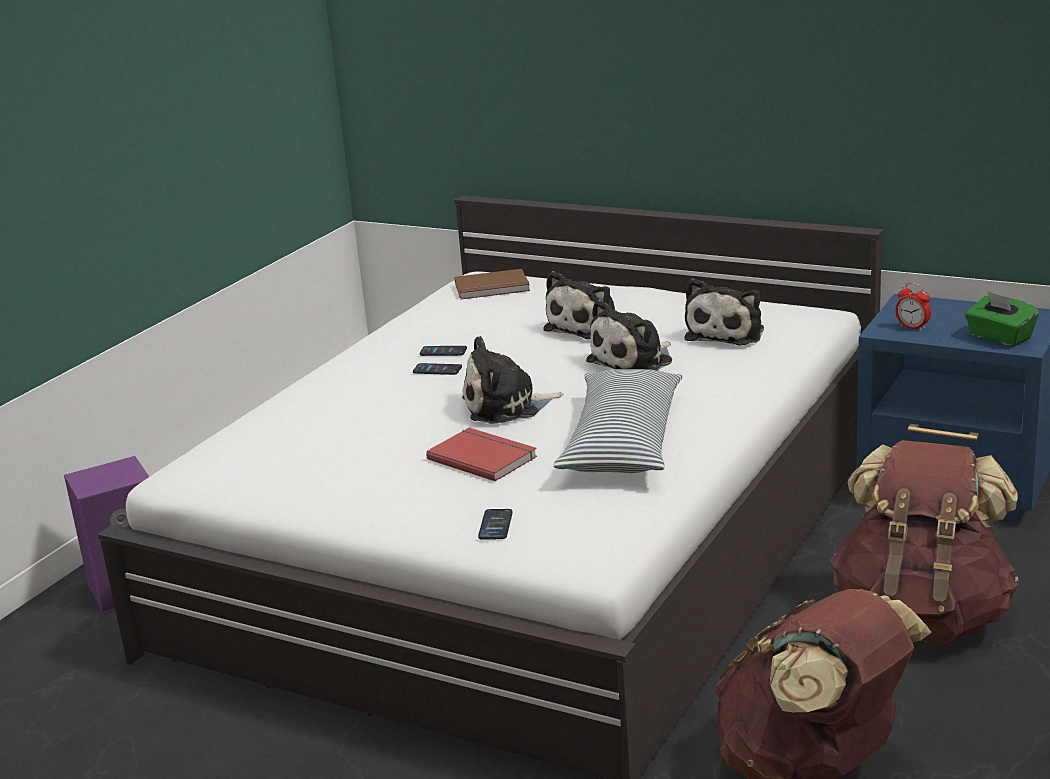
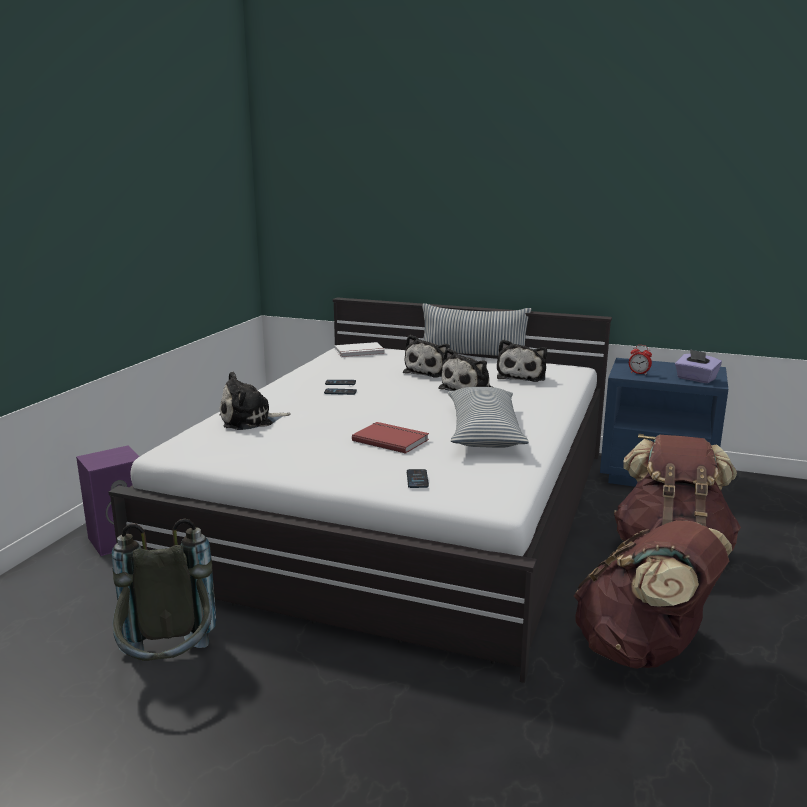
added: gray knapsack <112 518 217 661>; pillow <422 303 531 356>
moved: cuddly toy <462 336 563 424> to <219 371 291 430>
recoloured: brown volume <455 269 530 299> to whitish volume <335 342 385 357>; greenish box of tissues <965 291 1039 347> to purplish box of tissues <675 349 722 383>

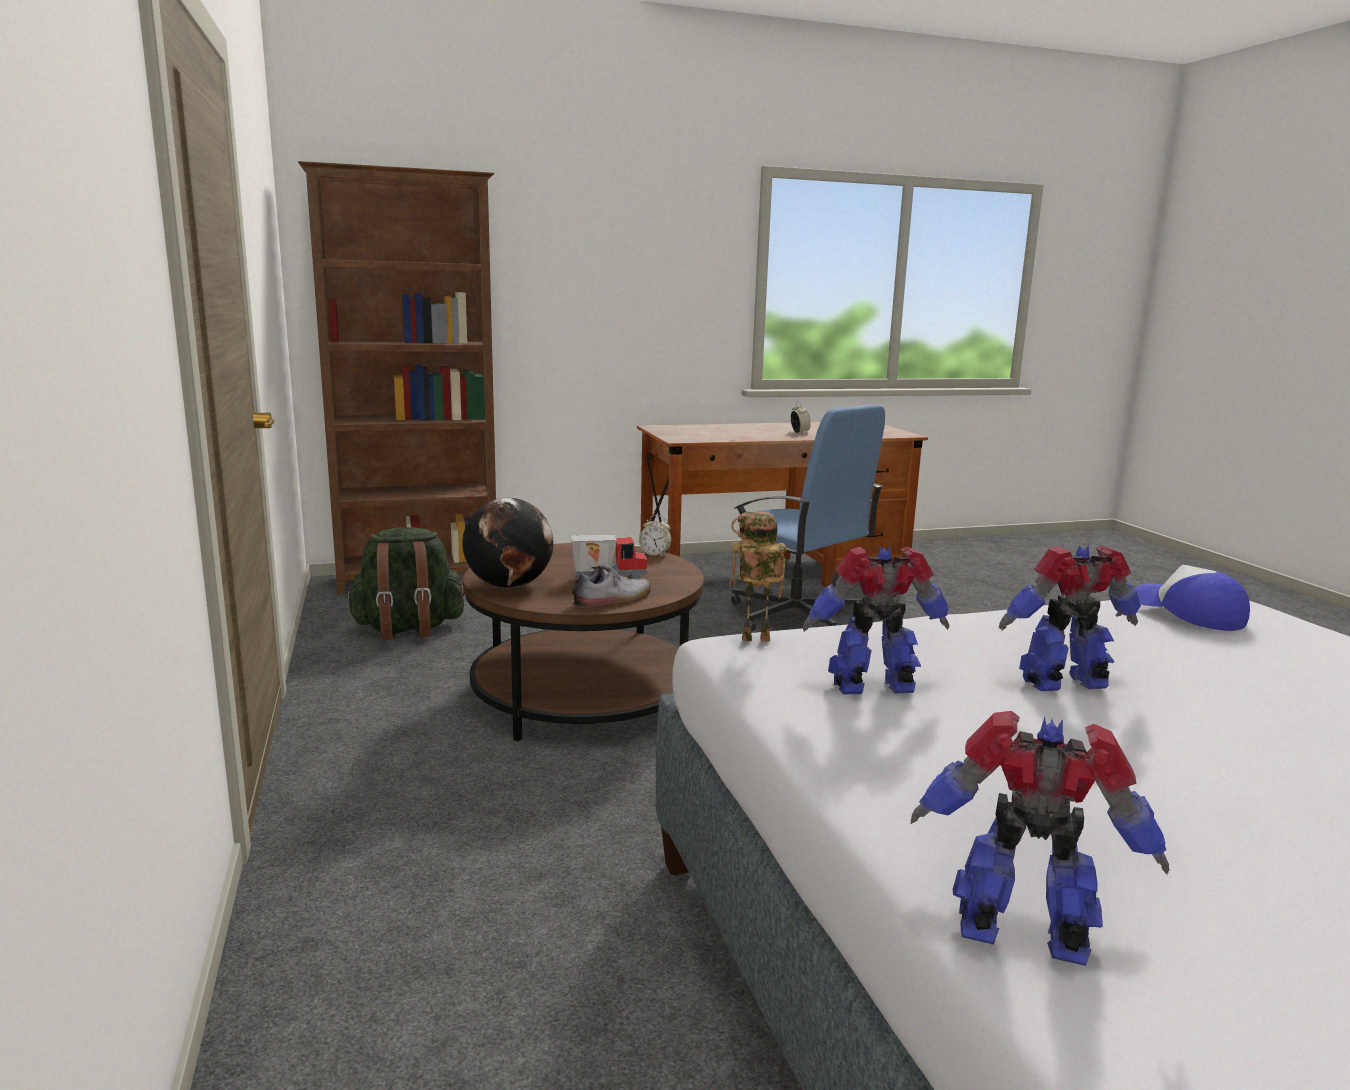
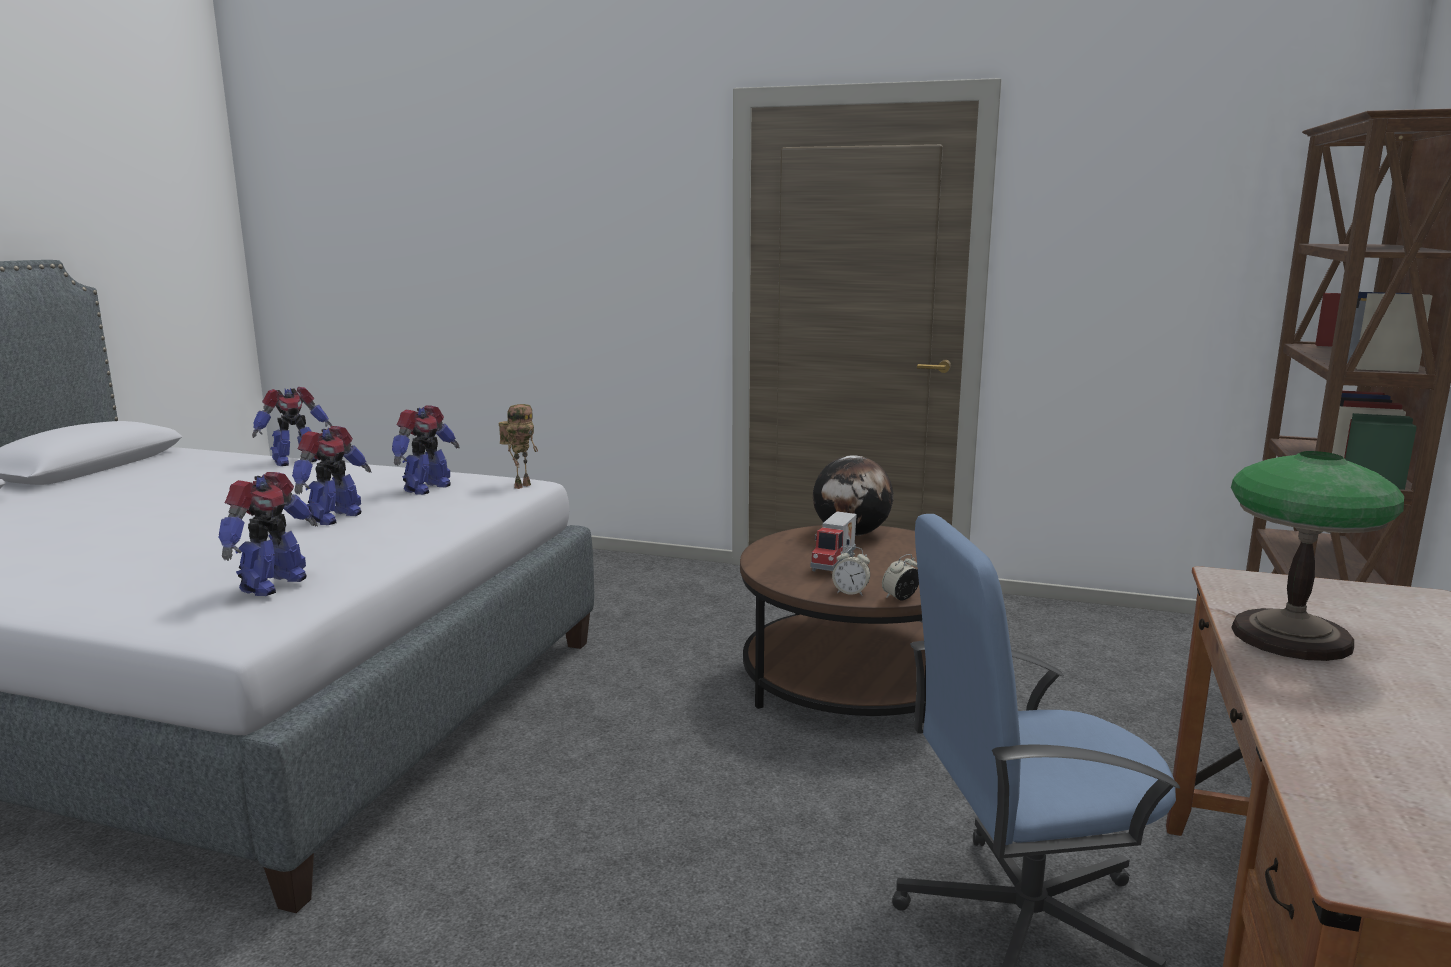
removed: greenish knapsack <345 527 464 640>; item of footwear <572 565 651 608>
added: lamp for a table <1231 451 1404 661>
moved: bedside clock <791 402 811 433> to <832 546 870 596>
replaced: peaked cap <1135 565 1250 631> to model robot <219 472 318 596>

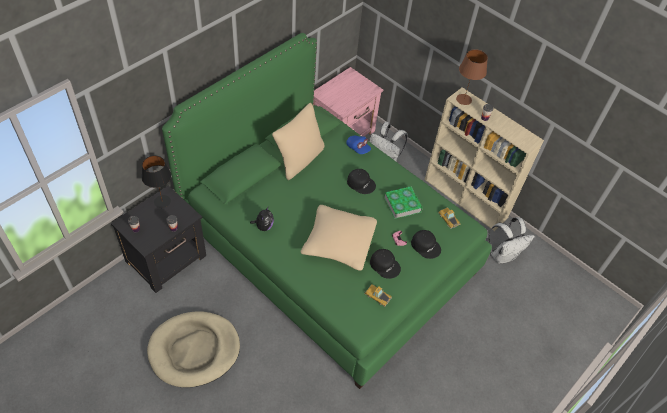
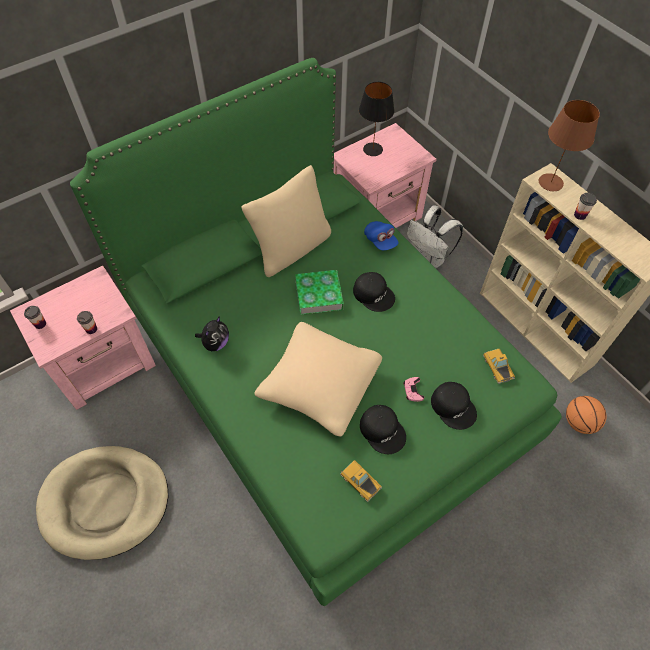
moved: black-coloured lamp for a table <142 156 171 208> to <359 82 394 156>; volume <384 186 423 219> to <295 270 344 315>
replaced: whitish knapsack <488 217 535 264> to basketball <566 396 606 434>
recoloured: black-coloured night table <111 186 206 293> to pink night table <10 266 156 410>

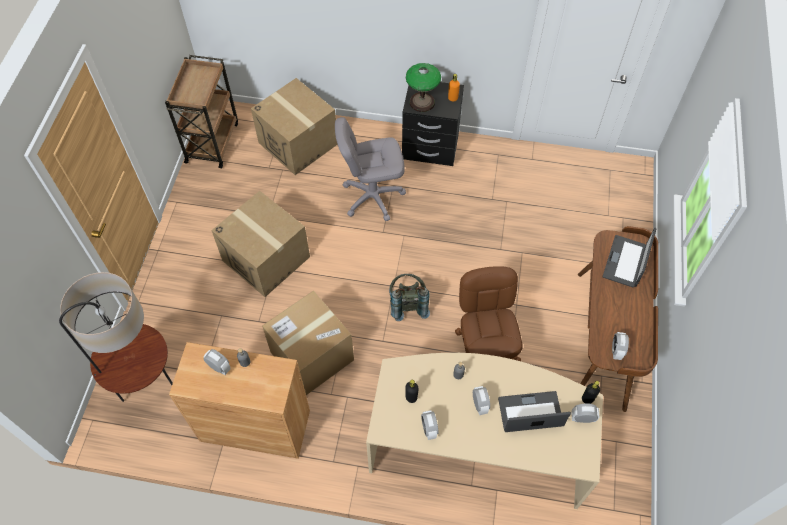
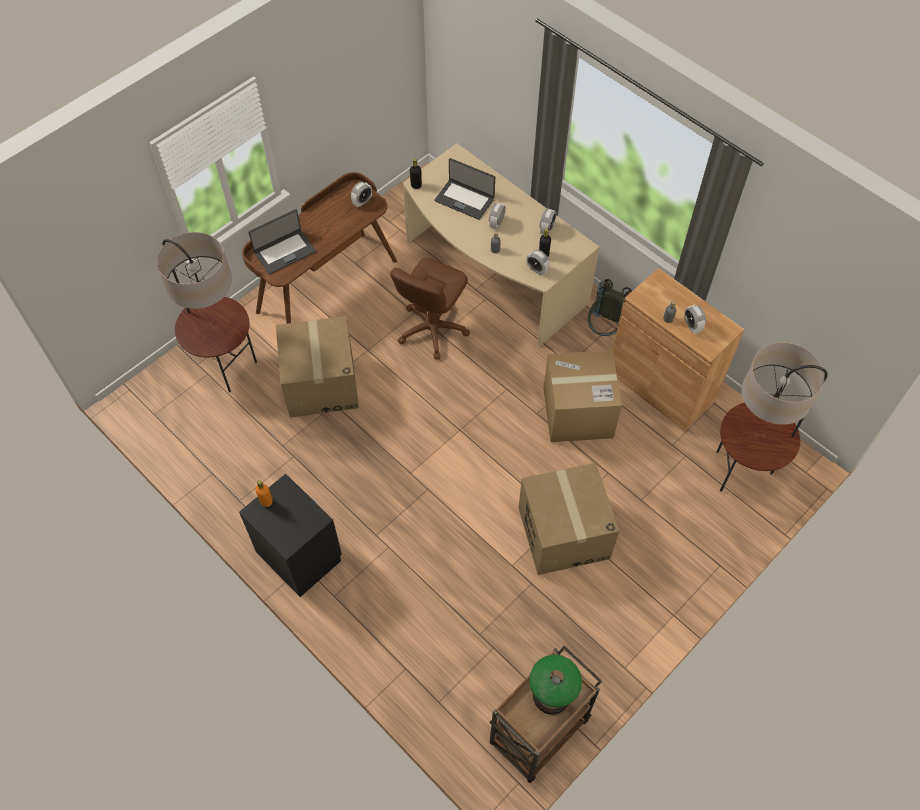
removed: gray computer chair <335 117 406 221>
added: floor lamp <157 232 257 392>
moved: carton <251 78 338 175> to <276 316 359 418>; gray knapsack <389 274 430 321> to <588 279 632 336>; lamp for a table <406 63 441 112> to <529 655 582 715>; bedside clock <571 403 600 423> to <526 250 550 275>

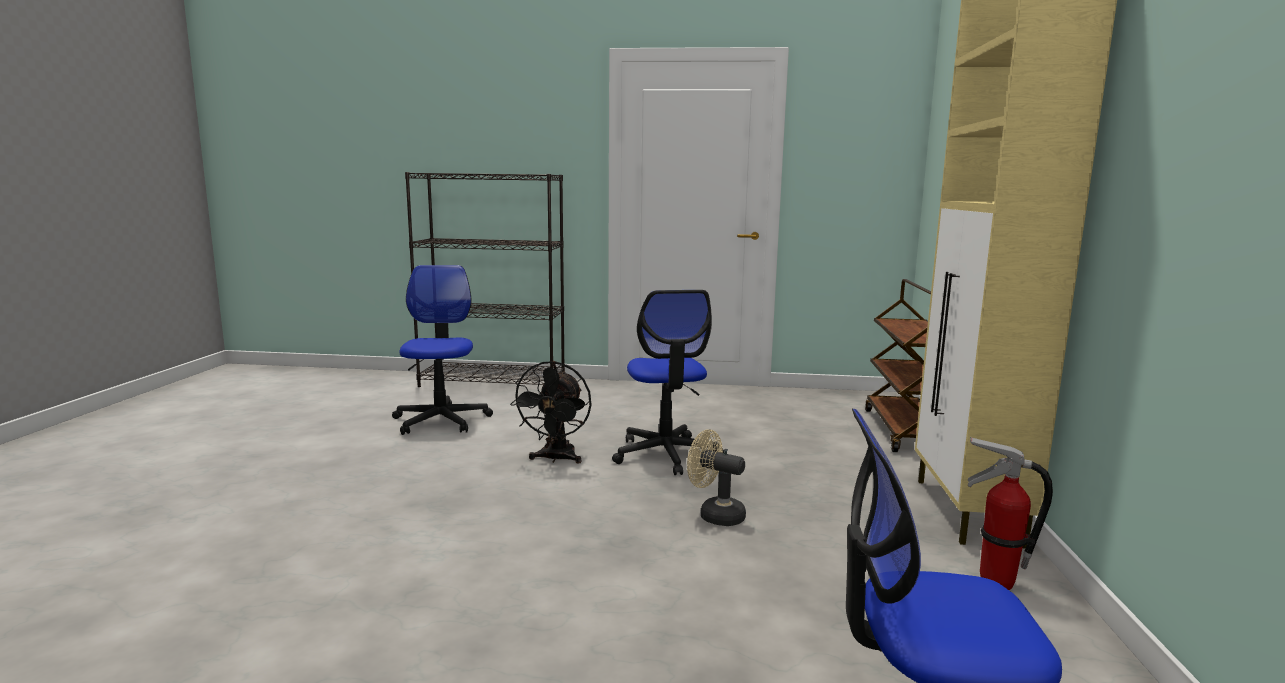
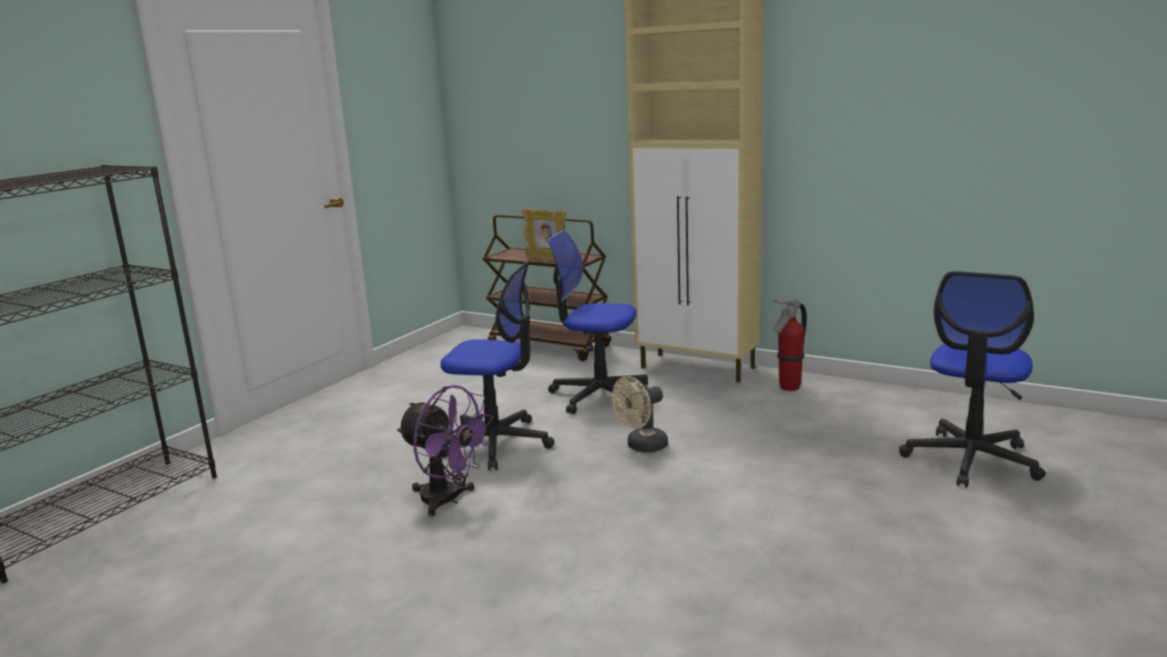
added: standing frame <522 209 567 260>
moved: computer chair <392 265 493 435> to <548 231 648 414>
recoloured: black-coloured fan <510 361 592 464> to purplish fan <397 385 494 516>

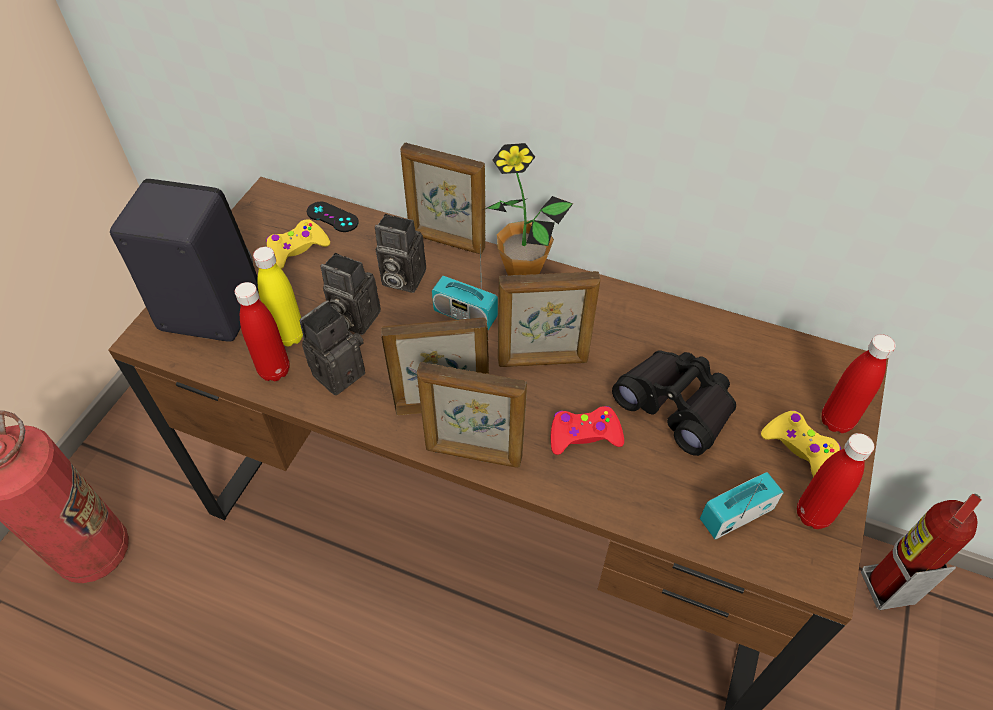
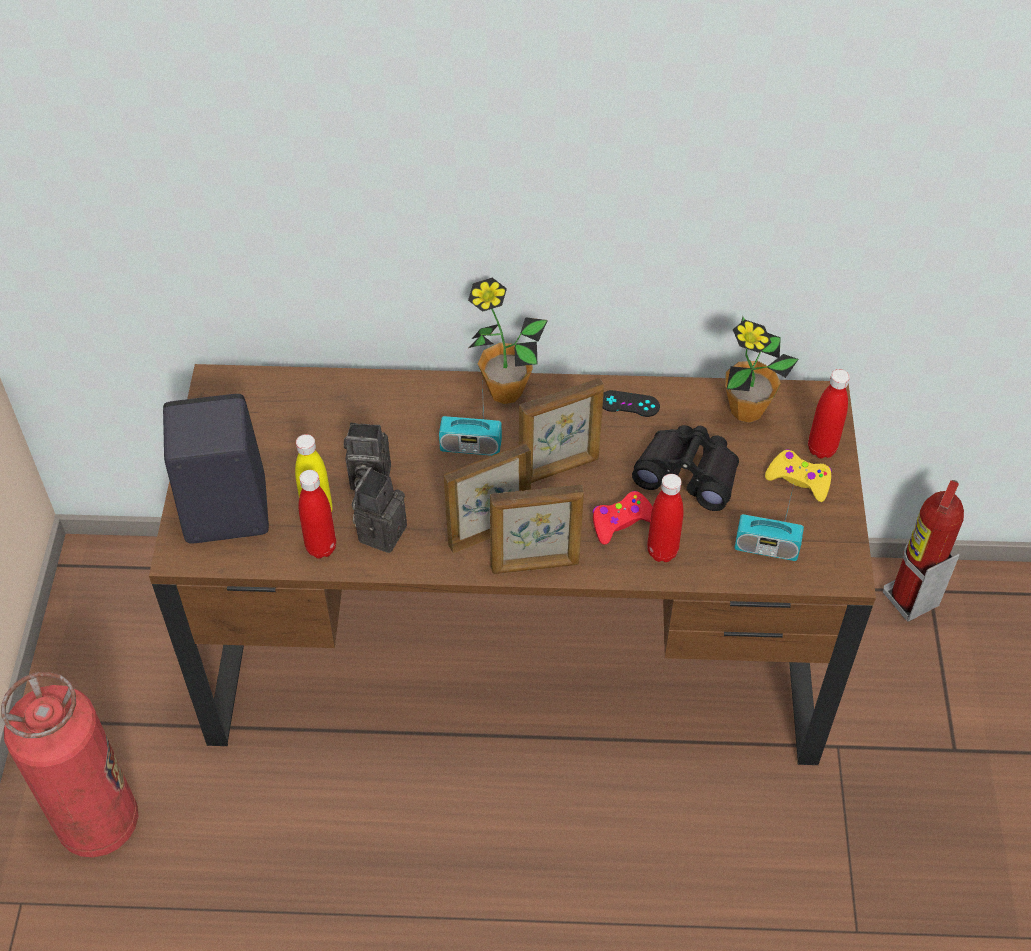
removed: yellow game controller <266 219 330 269>; still camera <375 214 426 293>; standing frame <400 143 486 254>
added: houseplant <725 316 799 423>
moved: black-coloured game controller <307 202 359 232> to <603 390 660 417>; red-coloured bottle <797 433 874 529> to <647 474 684 562>
turned: radio <700 472 784 539> = <734 485 804 561> 120 degrees counterclockwise

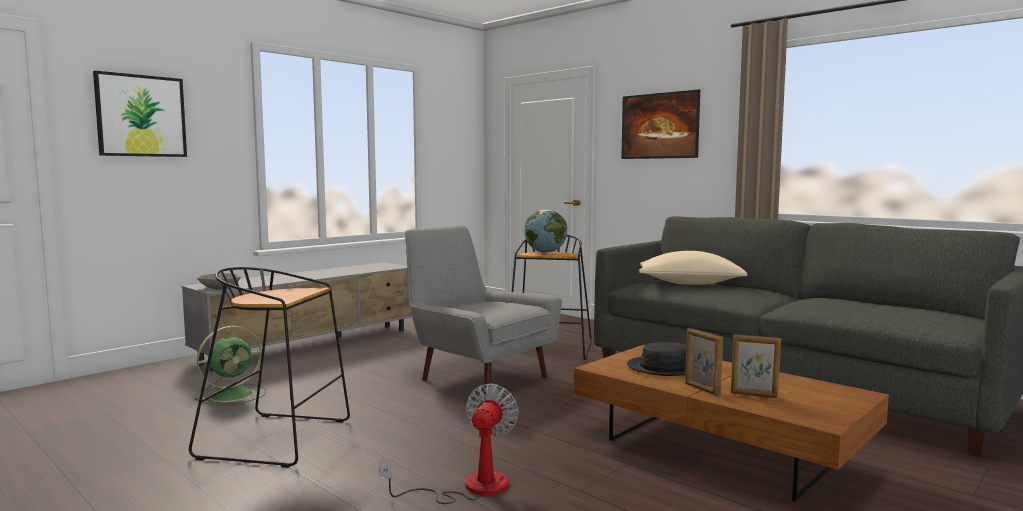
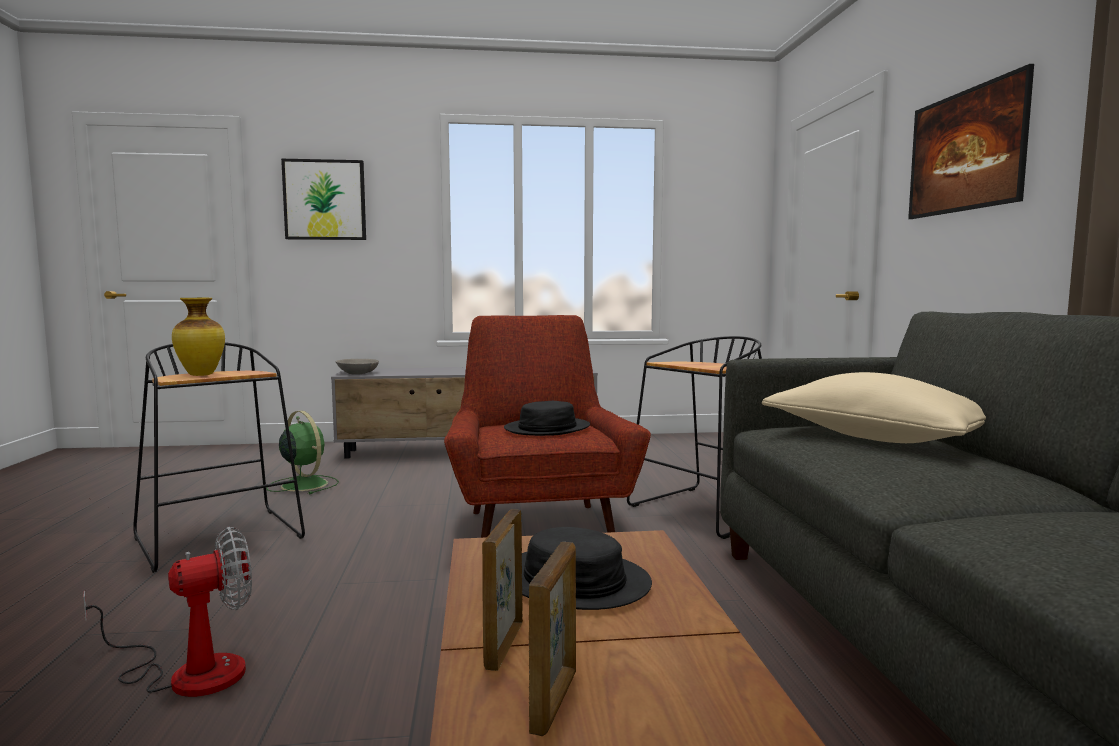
removed: desk globe <524 210 567 253>
added: flower vase <172 298 225 376>; black-coloured wearable hat <504 401 590 436>
recoloured: gray lounge chair <405 225 562 399> to red-coloured lounge chair <444 315 651 538>
turned: greenish fan <194 326 266 405> = <266 410 339 494> 135 degrees counterclockwise; standing frame <731 334 781 398> = <529 542 576 736> 135 degrees counterclockwise

